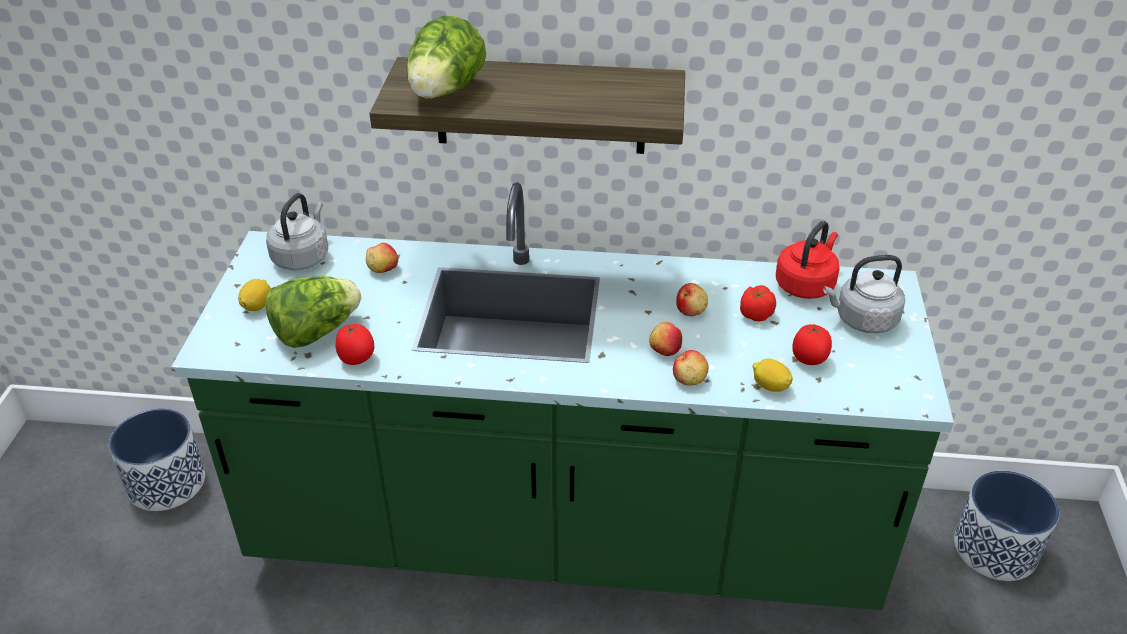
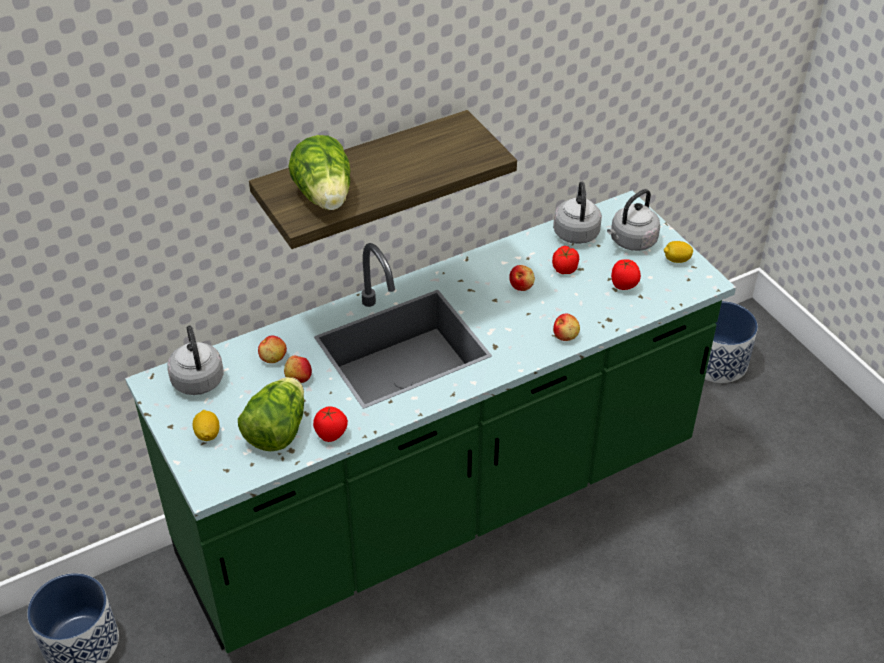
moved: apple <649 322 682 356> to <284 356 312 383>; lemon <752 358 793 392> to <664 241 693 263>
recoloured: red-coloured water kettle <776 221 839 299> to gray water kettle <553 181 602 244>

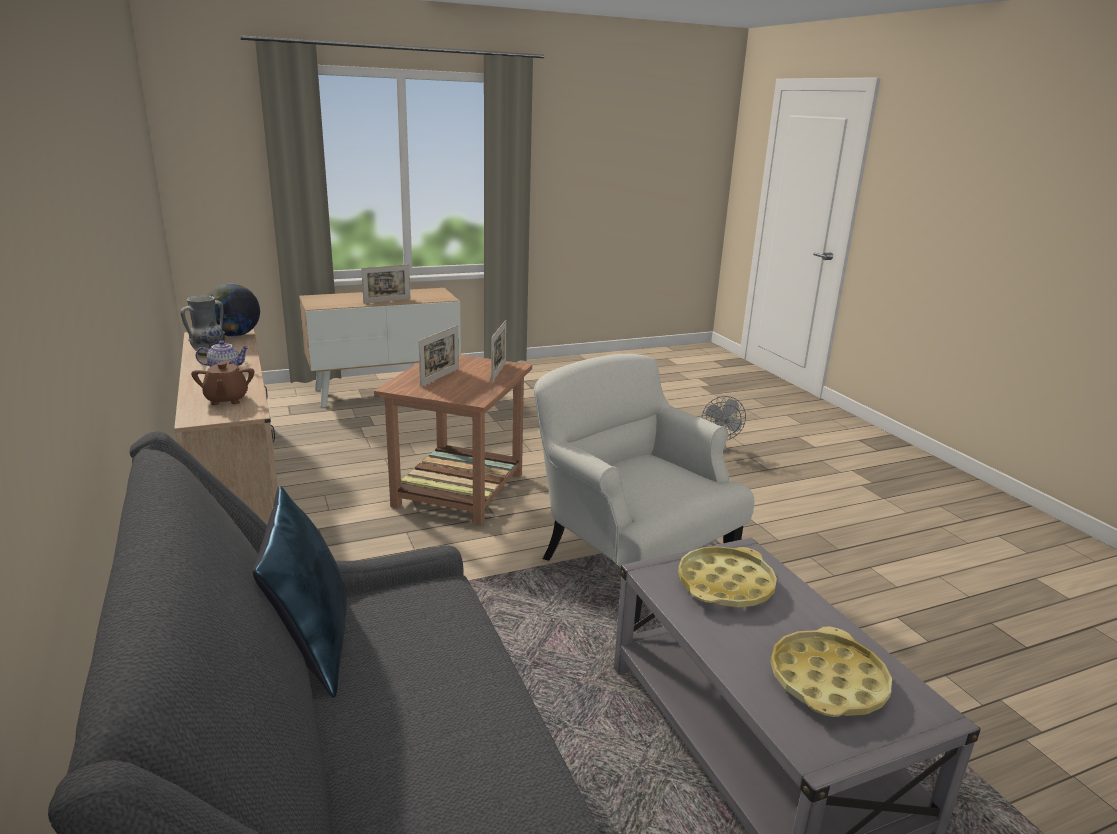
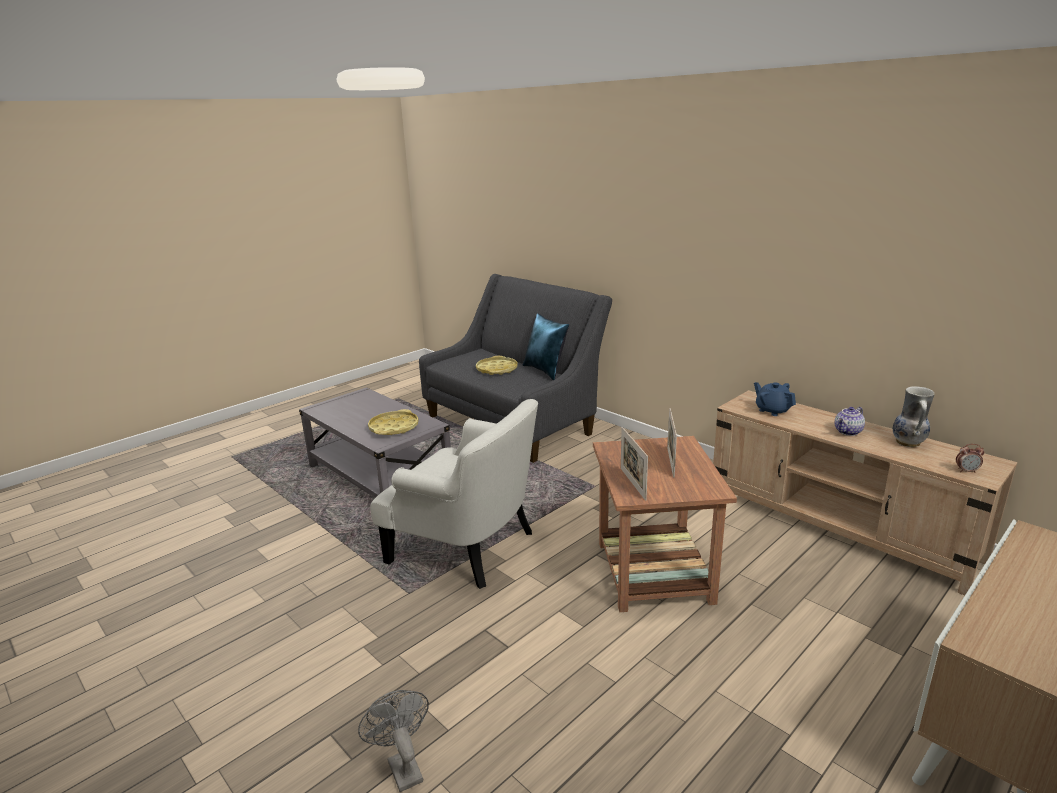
removed: standing frame <361 264 410 304>
moved: yellow serving tray <770 627 892 717> to <476 356 518 375>
replaced: desk globe <207 283 260 337> to bedside clock <956 444 984 473>
recoloured: brown pot for tea <191 361 254 405> to blue-coloured pot for tea <754 382 796 416>

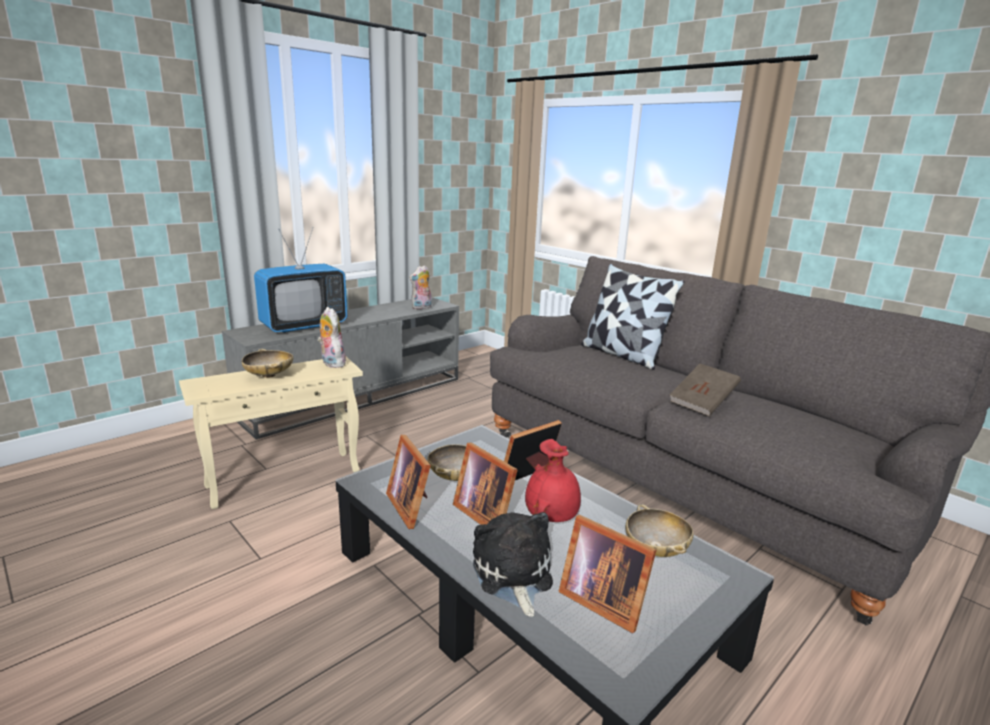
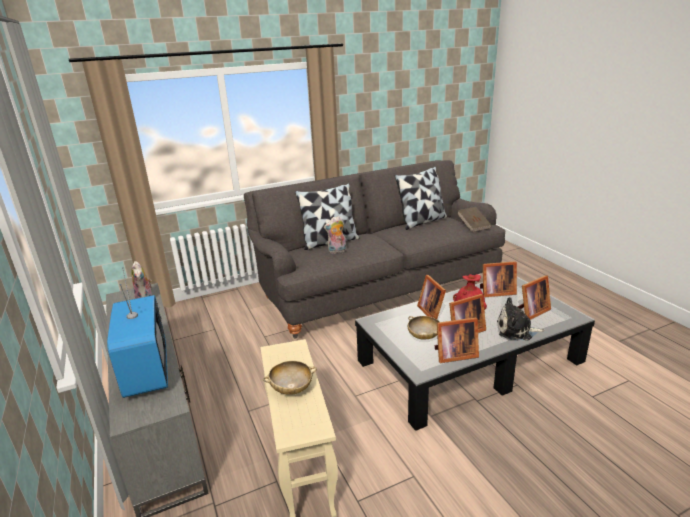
added: pillow <395 166 447 230>
moved: cuddly toy <317 307 346 368> to <324 216 346 254>; brown volume <669 364 741 416> to <457 207 492 232>
replaced: beige-coloured deep dish <626 504 693 557> to standing frame <480 261 517 297>

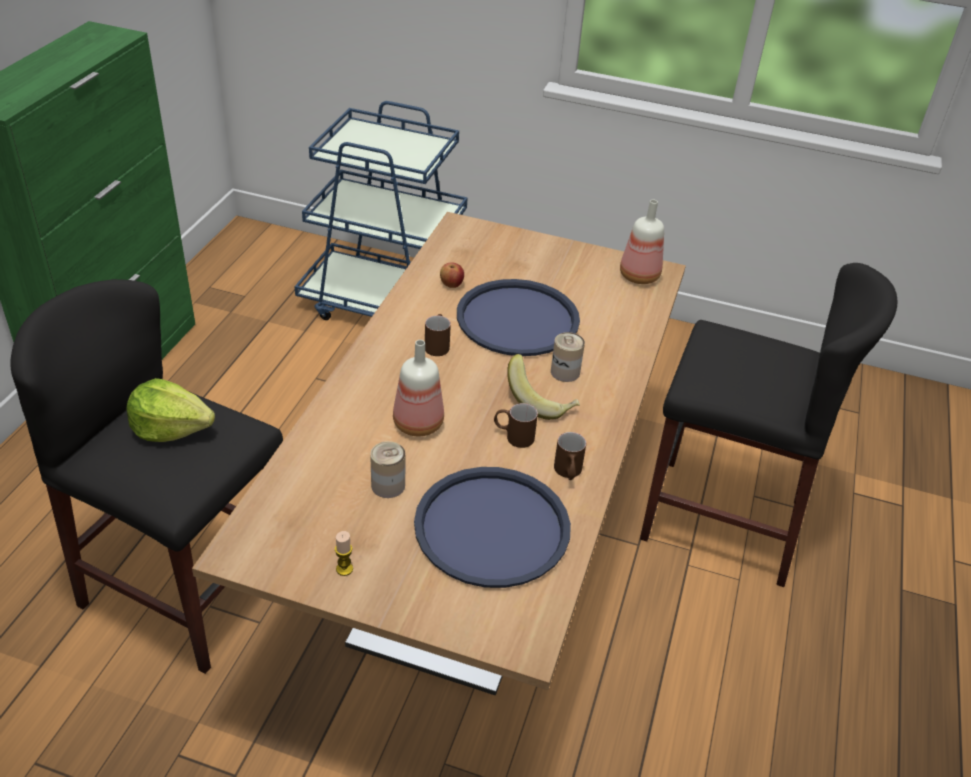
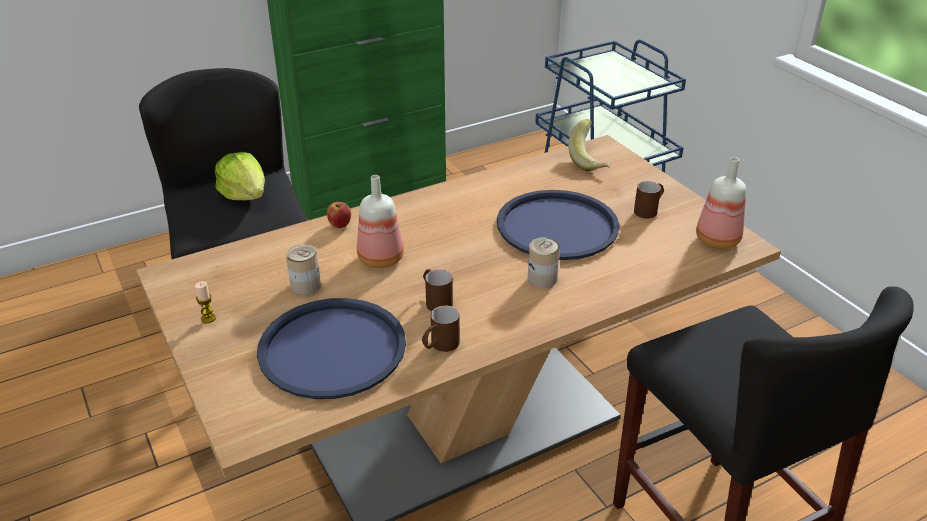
moved: brown coffee mug <425 314 451 356> to <634 181 664 219>; apple <440 262 464 288> to <327 202 351 228>; banana fruit <507 354 580 420> to <568 119 610 171>

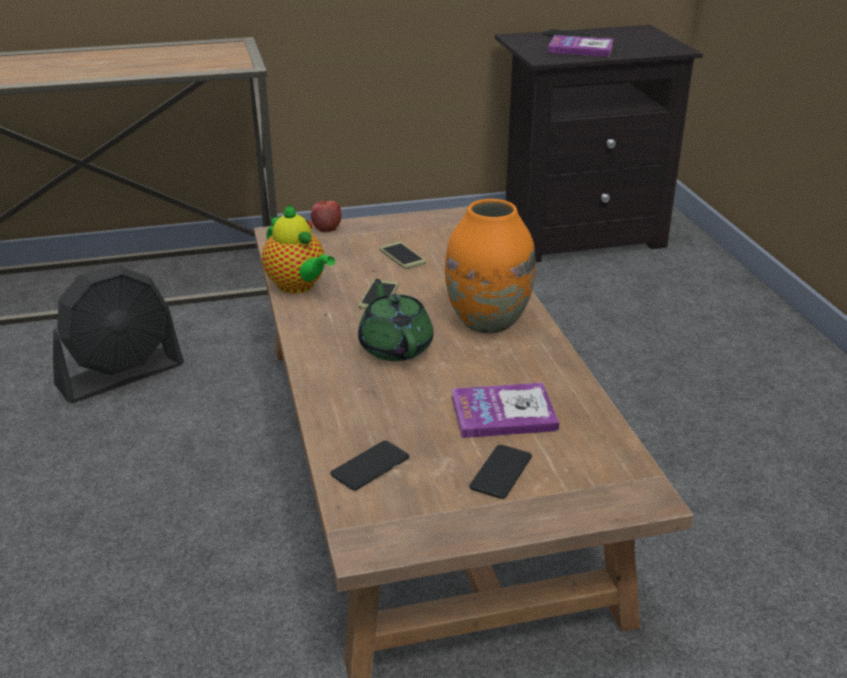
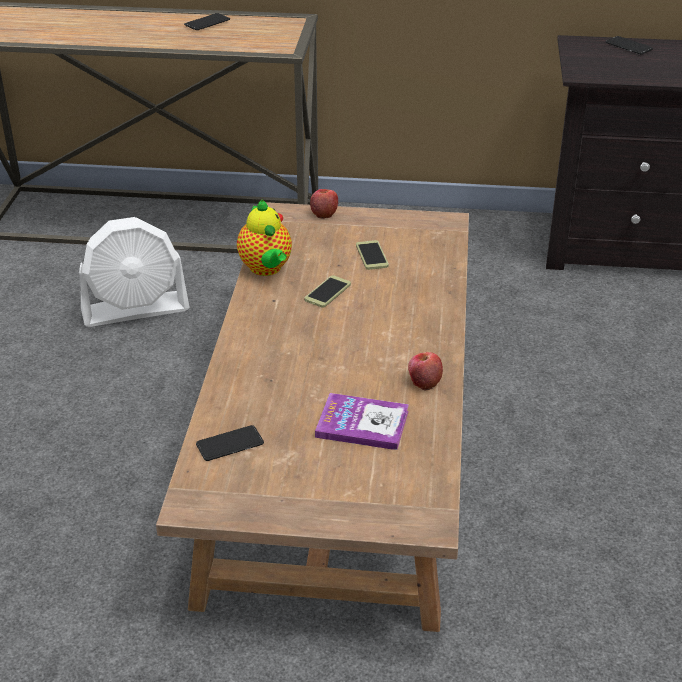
removed: greenish pot for tea <358 279 433 361>; orange-coloured flower vase <445 199 535 334>; volume <548 35 613 57>
added: apple <408 352 443 391>
moved: telephone <469 445 532 499> to <184 13 230 30>
recoloured: black-coloured fan <53 266 184 403> to whitish fan <79 217 190 327>

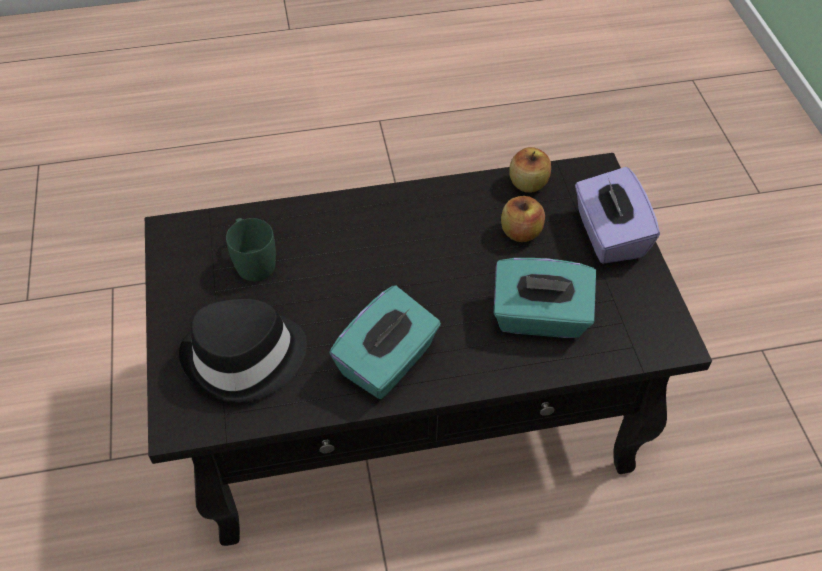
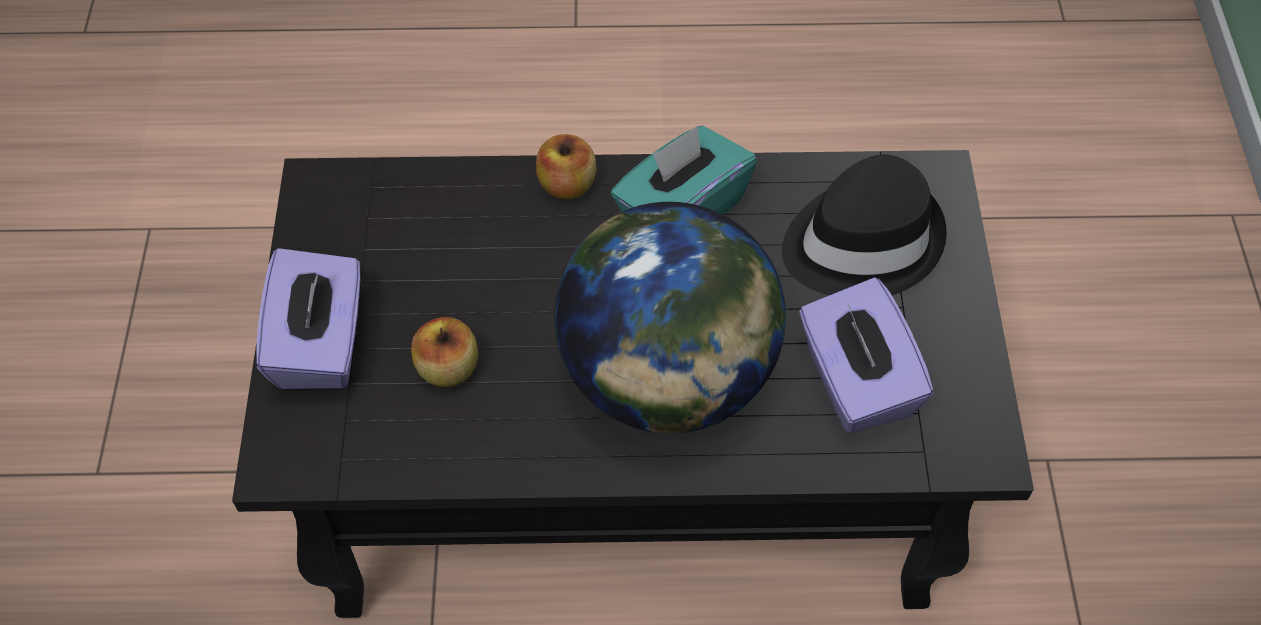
removed: blue-green box of tissues <494 258 596 338>
added: desk globe <554 202 786 434>
moved: apple <509 147 551 193> to <536 134 596 199>
replaced: greenish coffee mug <226 218 276 281> to purplish box of tissues <799 277 934 433>

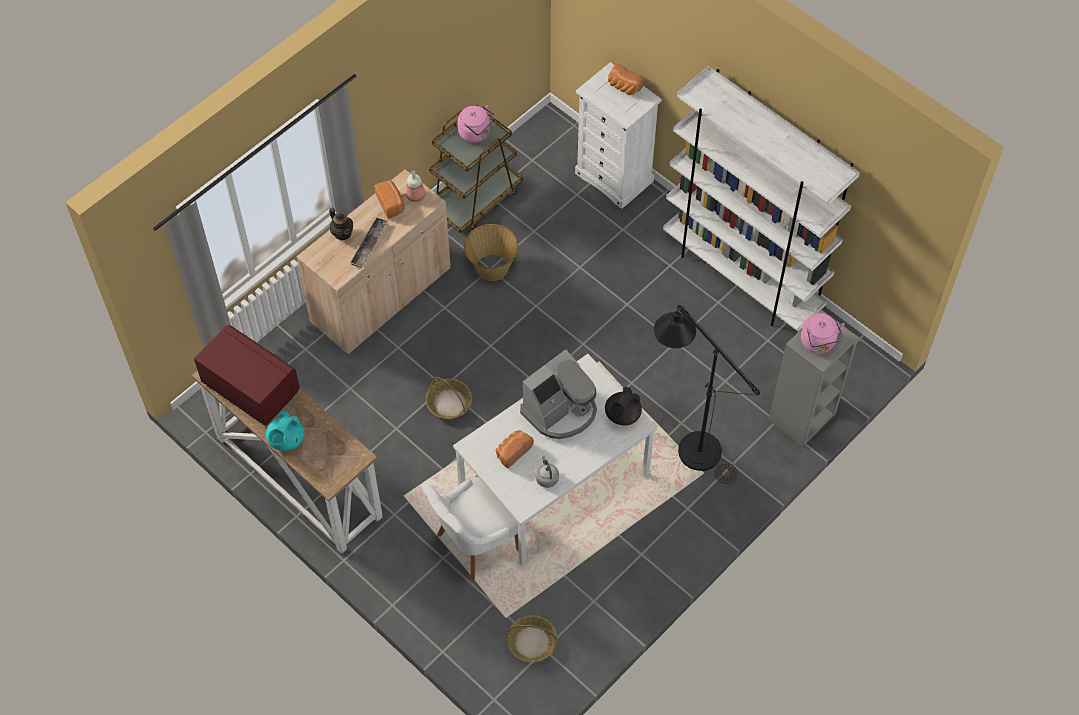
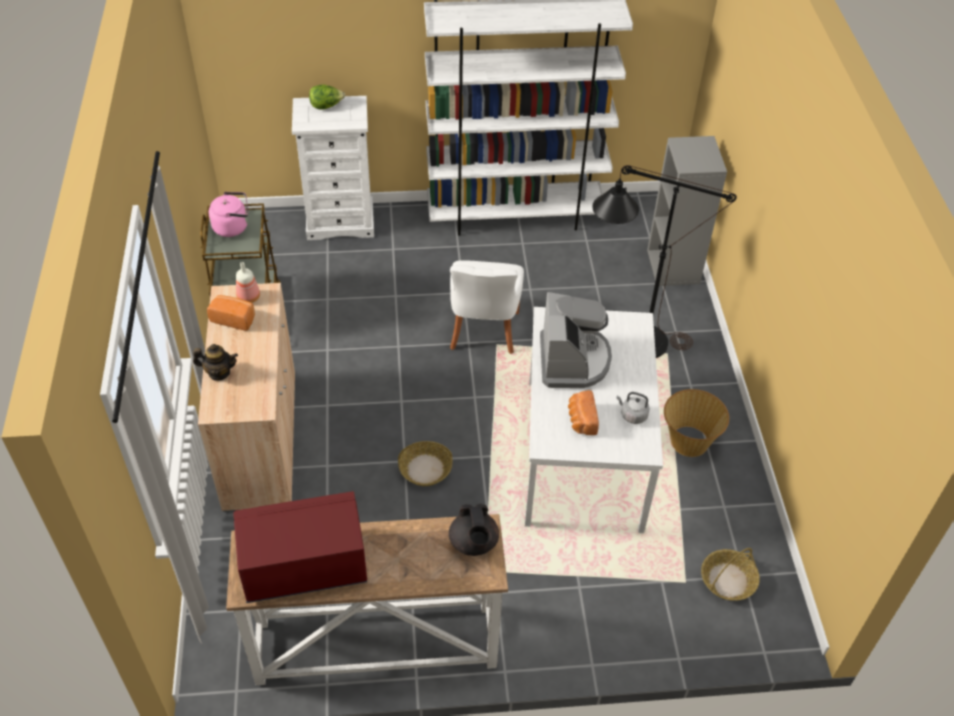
removed: blue-green pot for tea <266 411 304 451>; serving tray <350 217 388 268>; pink water kettle <801 313 845 354>
moved: whitish chair <422 476 518 580> to <450 260 524 354>; storage basket <464 224 518 281> to <664 389 729 457>; black-coloured pot for tea <605 387 642 426> to <449 503 499 556>
replaced: baked bread <608 64 644 95> to lettuce head <309 84 345 110>

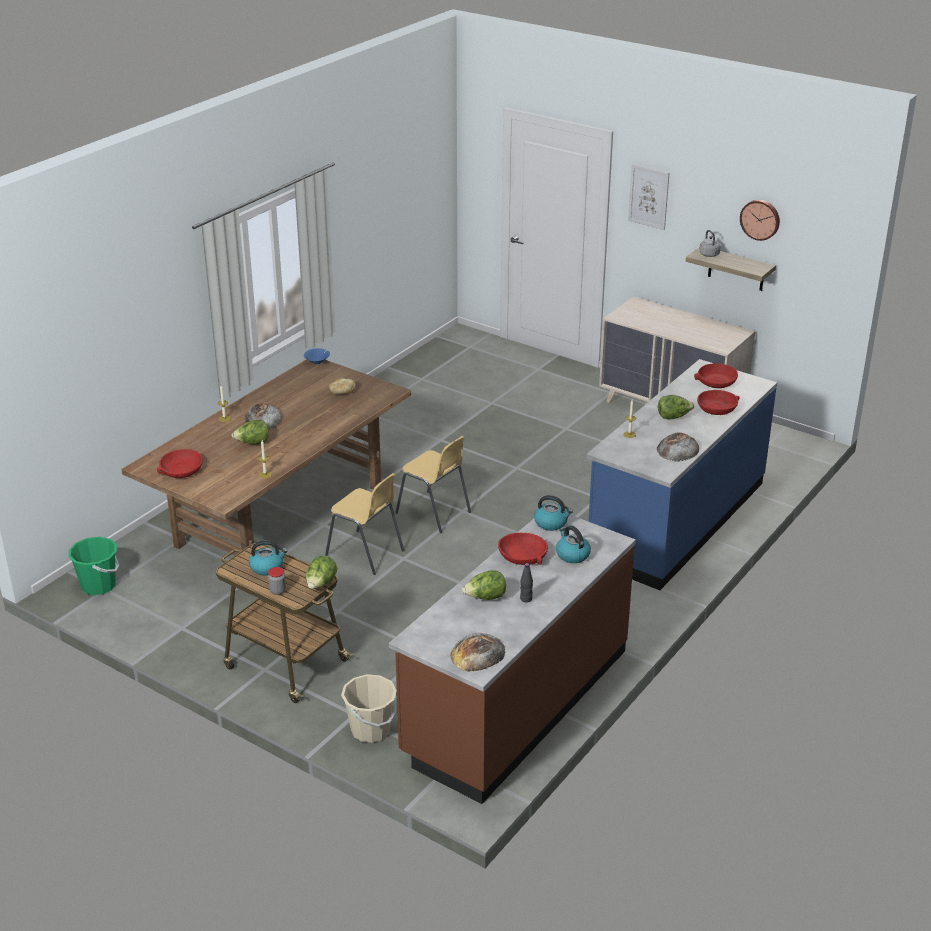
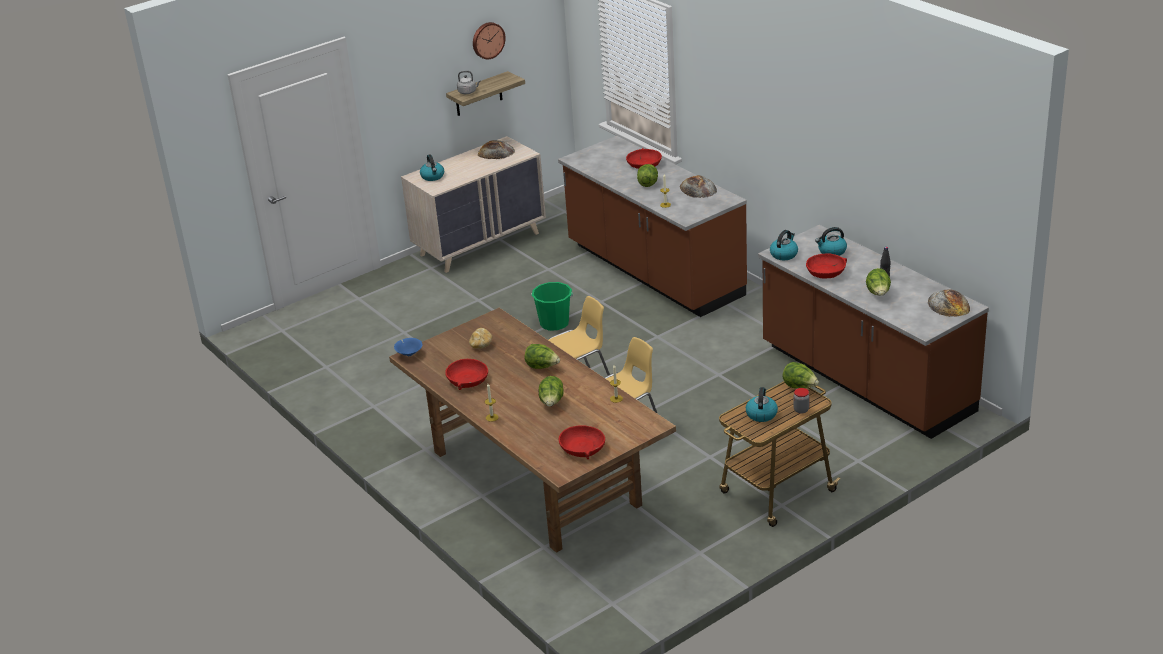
removed: beige-coloured water bucket <341 674 397 743>; wall art <628 164 669 230>
added: water kettle <420 154 444 181>; lettuce head <525 344 560 369>
moved: greenish water bucket <69 537 119 595> to <531 282 573 331>; baked bread <245 404 282 430> to <478 140 515 159>; red-coloured deep dish <694 363 738 388> to <445 359 488 390>
recoloured: blue-coloured kitchen counter <586 359 777 590> to brown kitchen counter <558 136 747 317>

